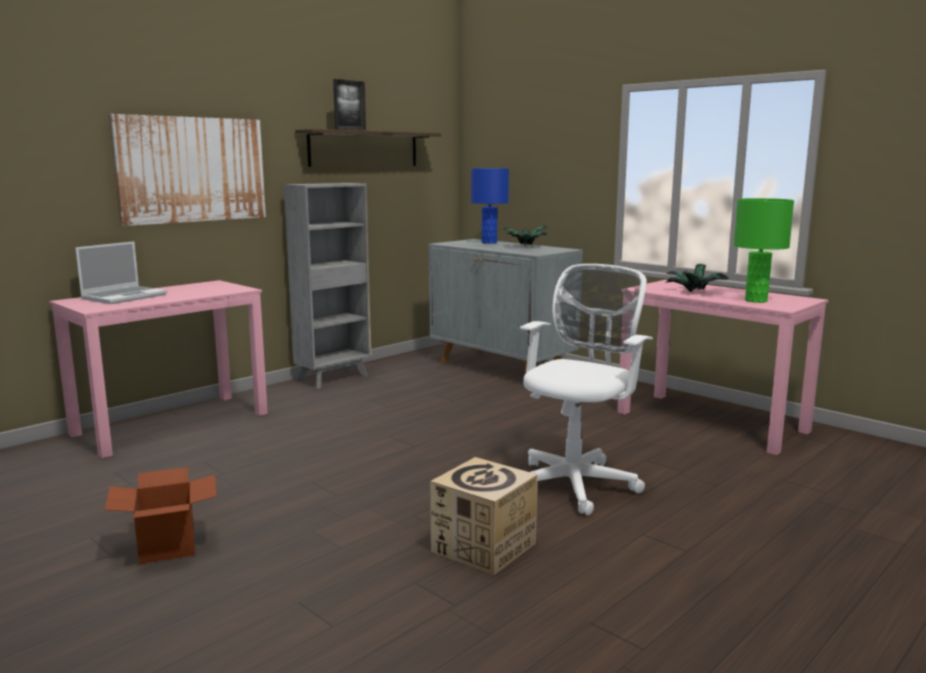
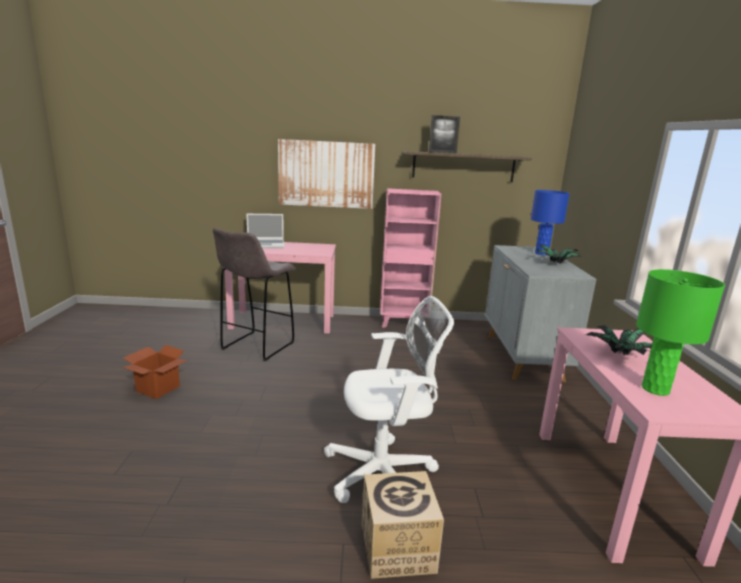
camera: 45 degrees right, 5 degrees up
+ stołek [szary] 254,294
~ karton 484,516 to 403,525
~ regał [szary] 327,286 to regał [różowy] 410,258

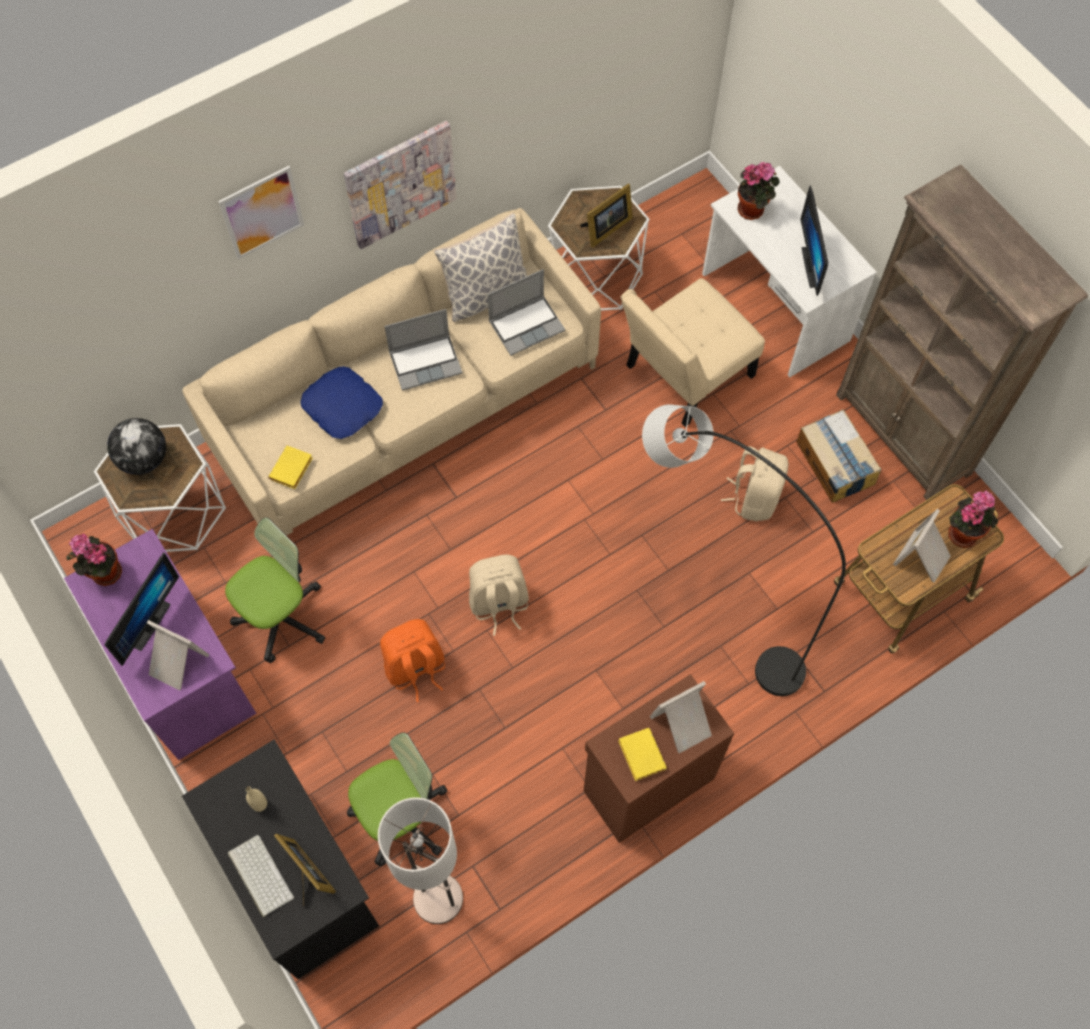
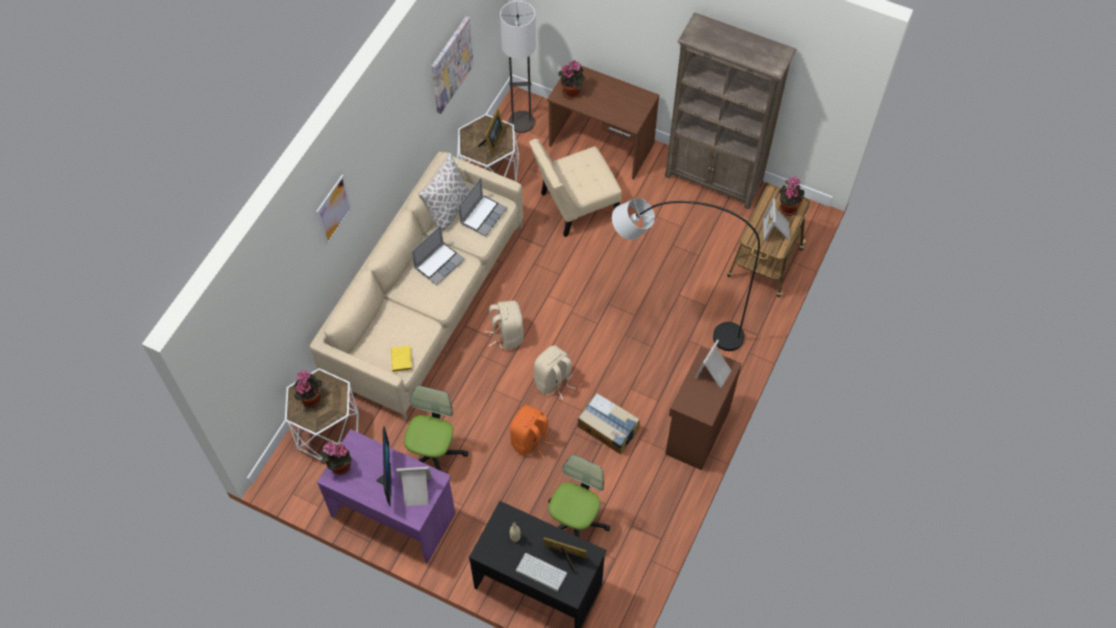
camera: 30 degrees left, 5 degrees down
~ globus 136,446 to roślina doniczkowa 308,389
~ obraz 400,185 to 452,65
~ plecak [beżowy] 754,483 to 504,325
~ lampa stojąca 420,860 to 518,67
~ krzesło [beżowy] 692,352 = 575,188 45 degrees clockwise
~ biurko [biały] 789,271 to biurko [brązowy] 603,122
~ karton 839,456 to 609,423
- poduszka [niebieski] 341,403
- książka [żółty] 642,754
- monitor 814,240

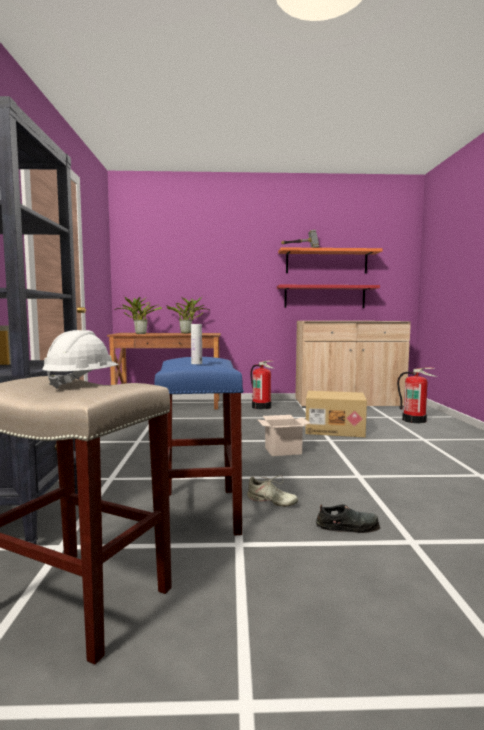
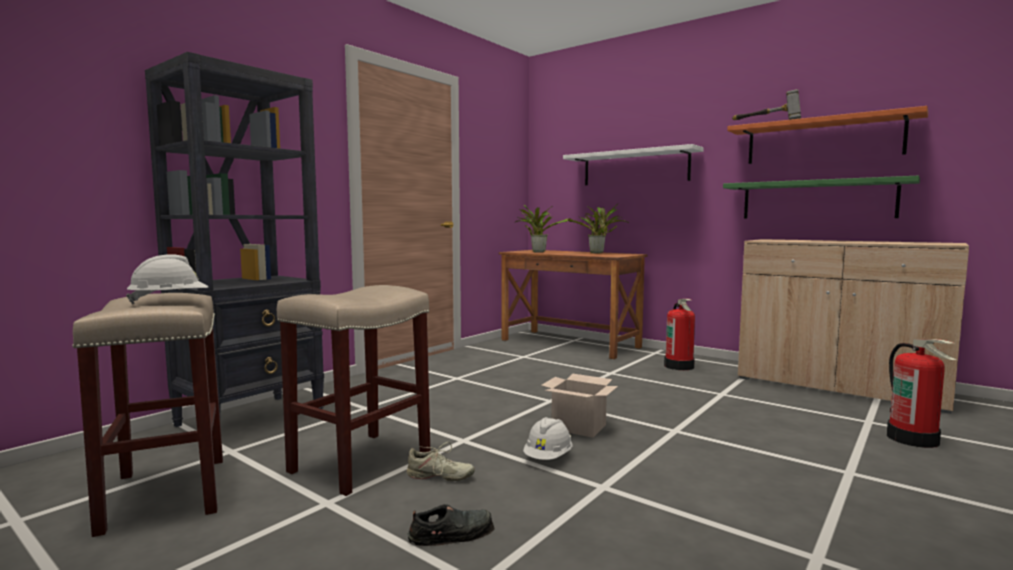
camera: 40 degrees right, 0 degrees up
~ stołek [niebieski] 199,446 to stołek [beżowy] 353,390
~ but [beżowy] 272,491 = 441,461 60 degrees counterclockwise
~ but [czarny] 348,518 = 451,525 60 degrees counterclockwise
+ kask [biały] 548,438
+ półka [biały] 633,164
~ półka [czerwony] 328,296 to półka [zielony] 821,197
- butelka [biały] 196,344
- karton 336,414

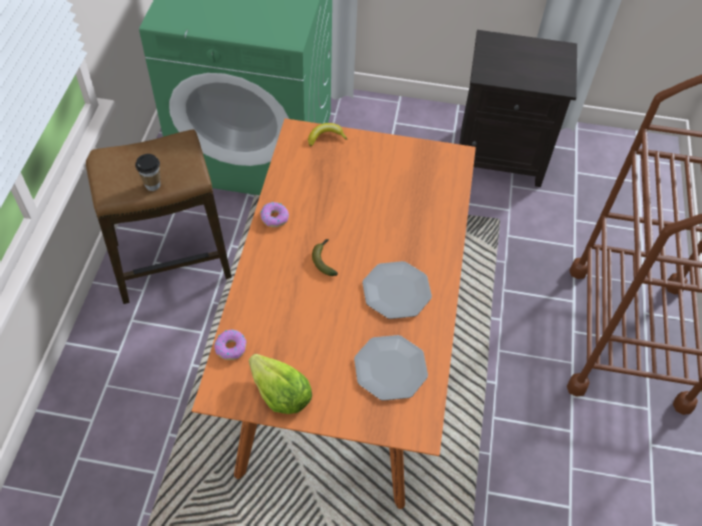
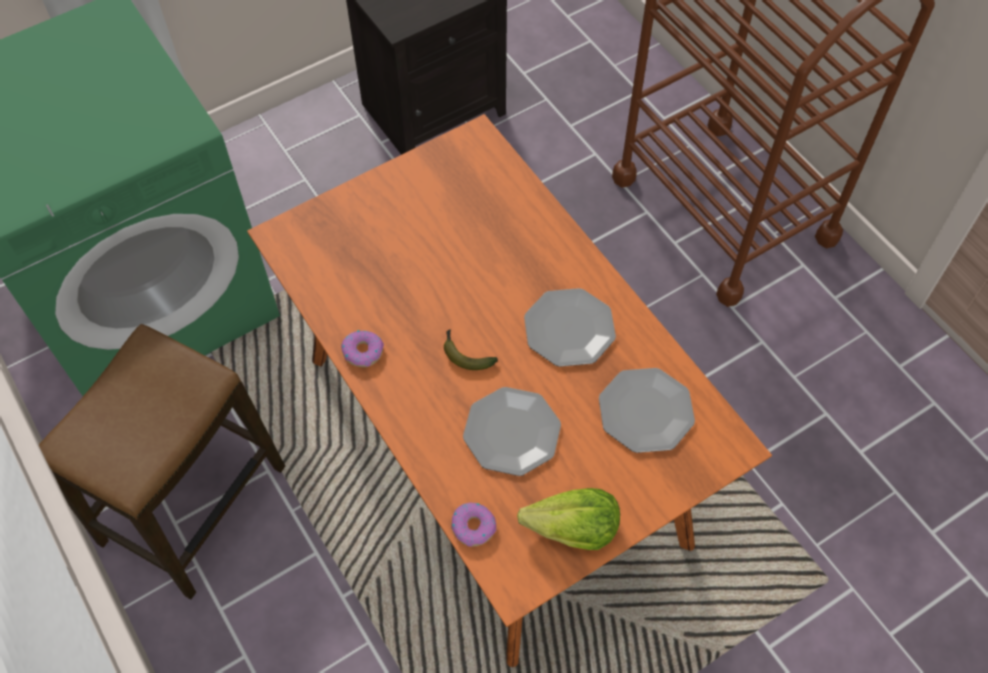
camera: 40 degrees left, 5 degrees up
+ talerz 512,431
- filiżanka 147,172
- banan 327,134

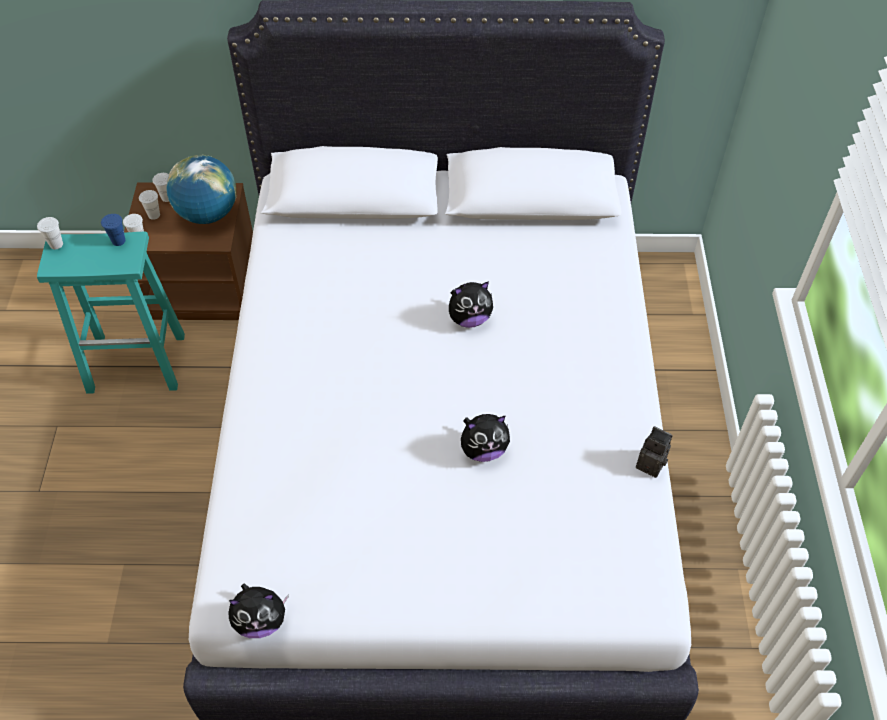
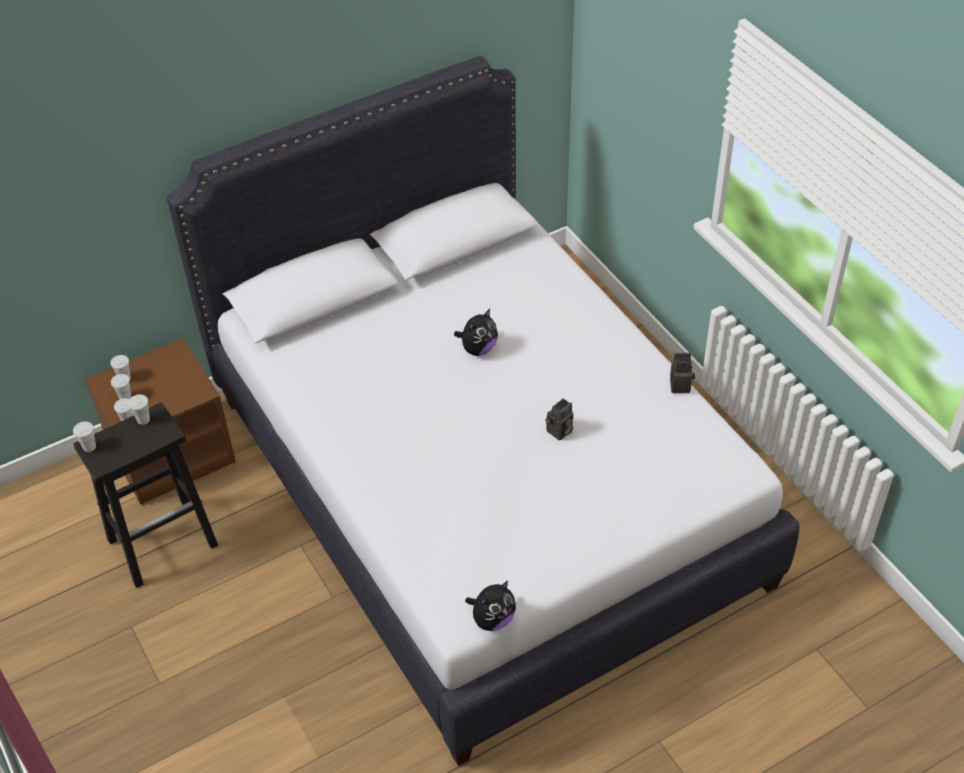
camera: 30 degrees left, 5 degrees down
~ stołek [turkusowy] 111,313 to stołek [czarny] 145,495
~ filiżanka [niebieski] 113,230 to filiżanka [biały] 139,409
~ pluszak 485,438 to aparat fotograficzny 559,419
- globus 202,189

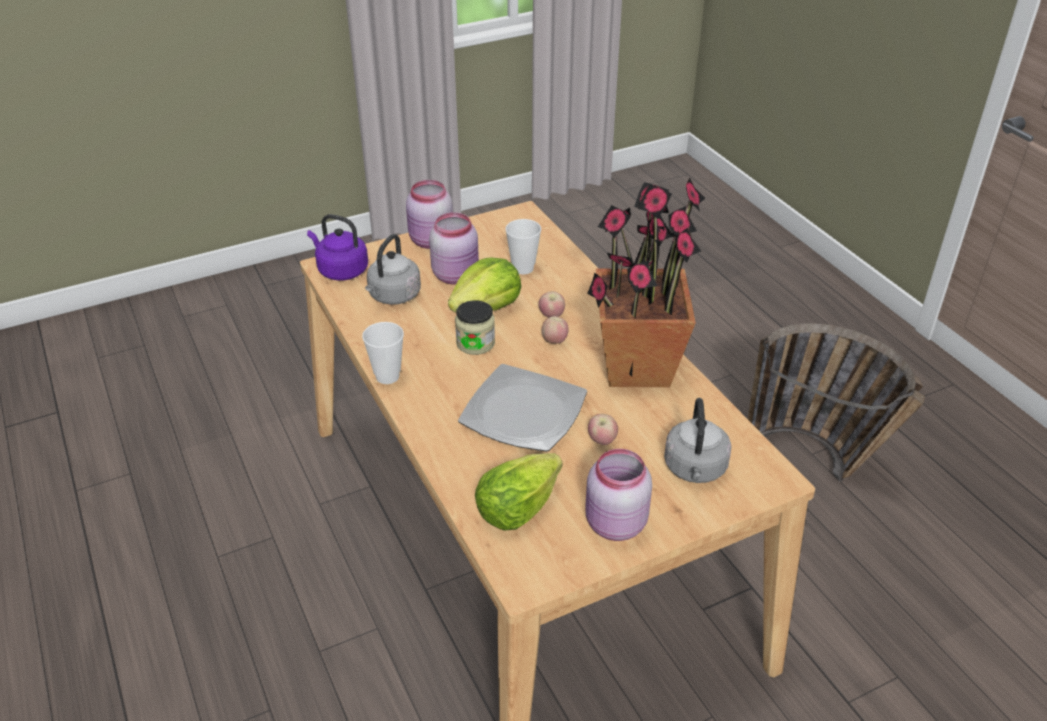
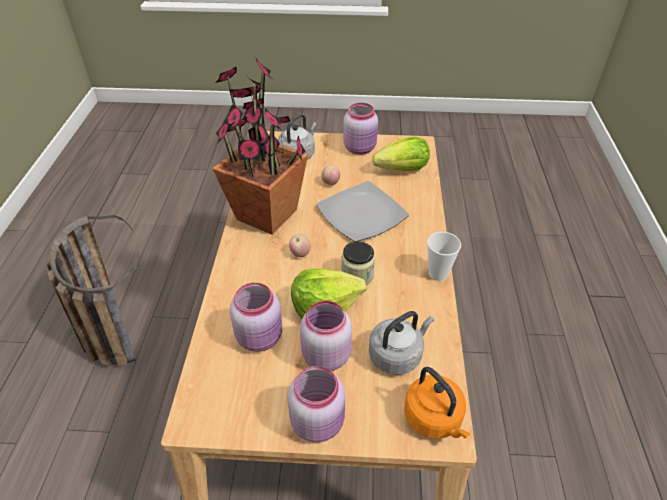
camera: 150 degrees left, 5 degrees up
~ filiżanka 523,246 to słoik [różowy] 256,317
~ czajnik [fioletowy] 337,247 to czajnik [pomarańczowy] 437,403
- jabłko 551,304

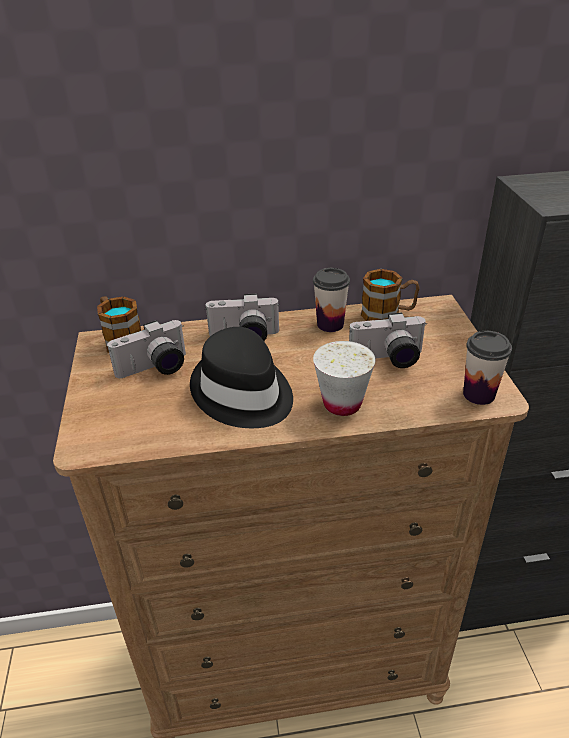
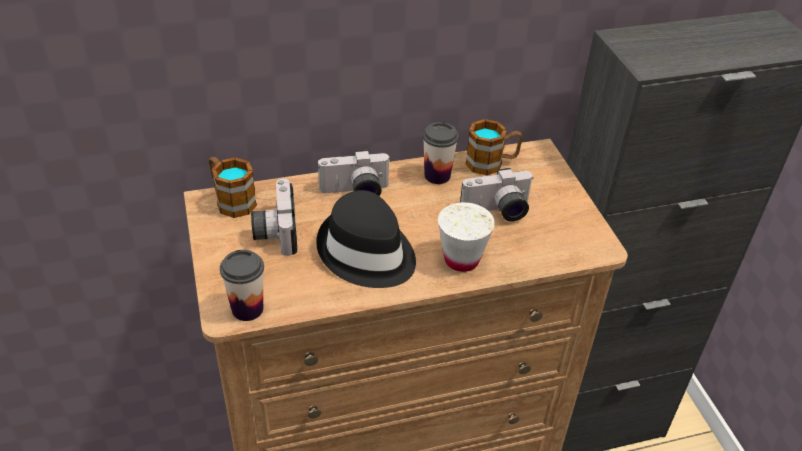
camera: 10 degrees left, 5 degrees up
~ filiżanka 487,368 to 242,285
~ aparat fotograficzny 146,349 = 274,217 120 degrees clockwise

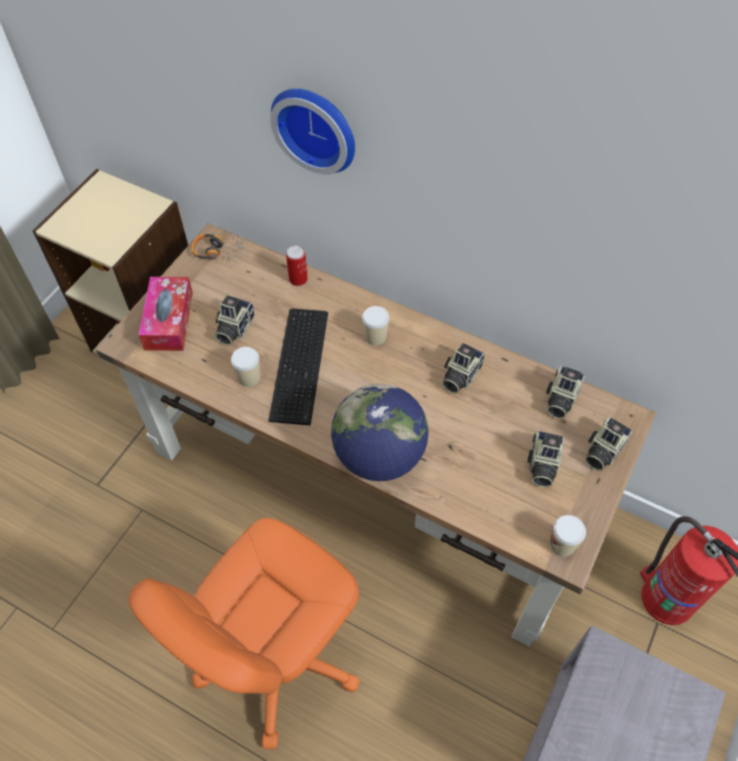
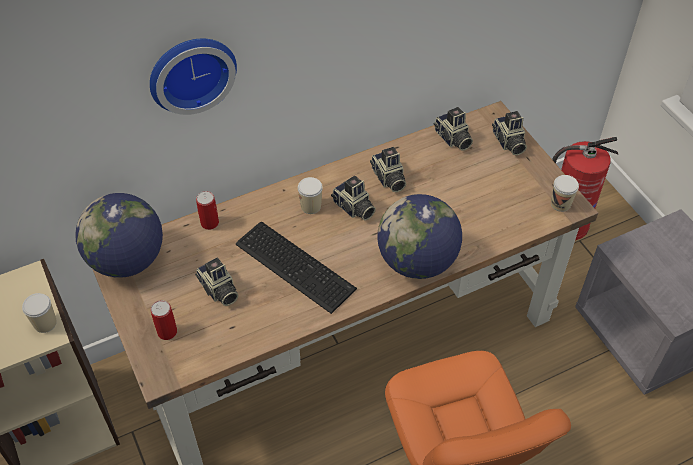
camera: 55 degrees left, 5 degrees down
~ filiżanka 245,367 to 39,313
~ słuchawki 218,250 to globus 119,235
~ pudełko chusteczek 166,314 to puszka 164,320
~ aparat fotograficzny 545,459 to 353,197

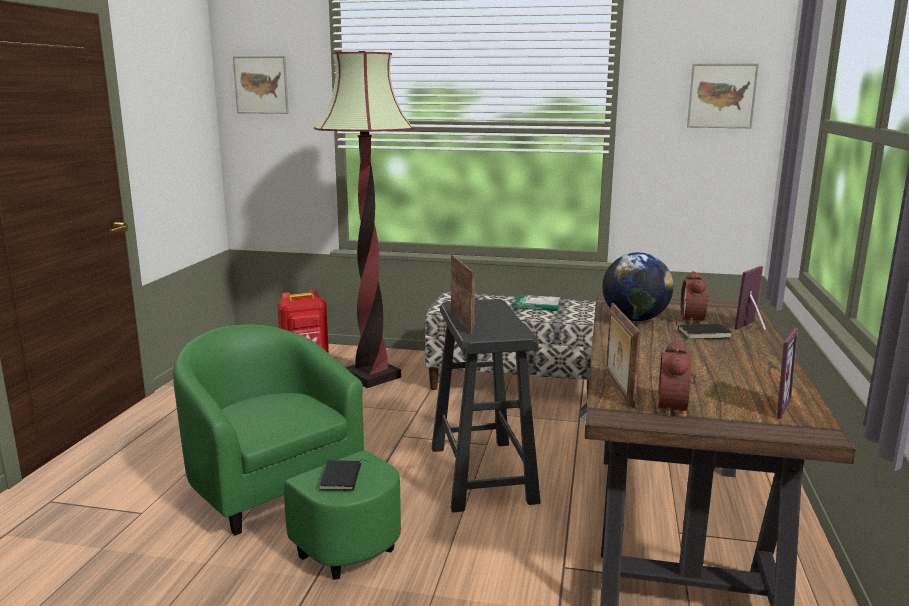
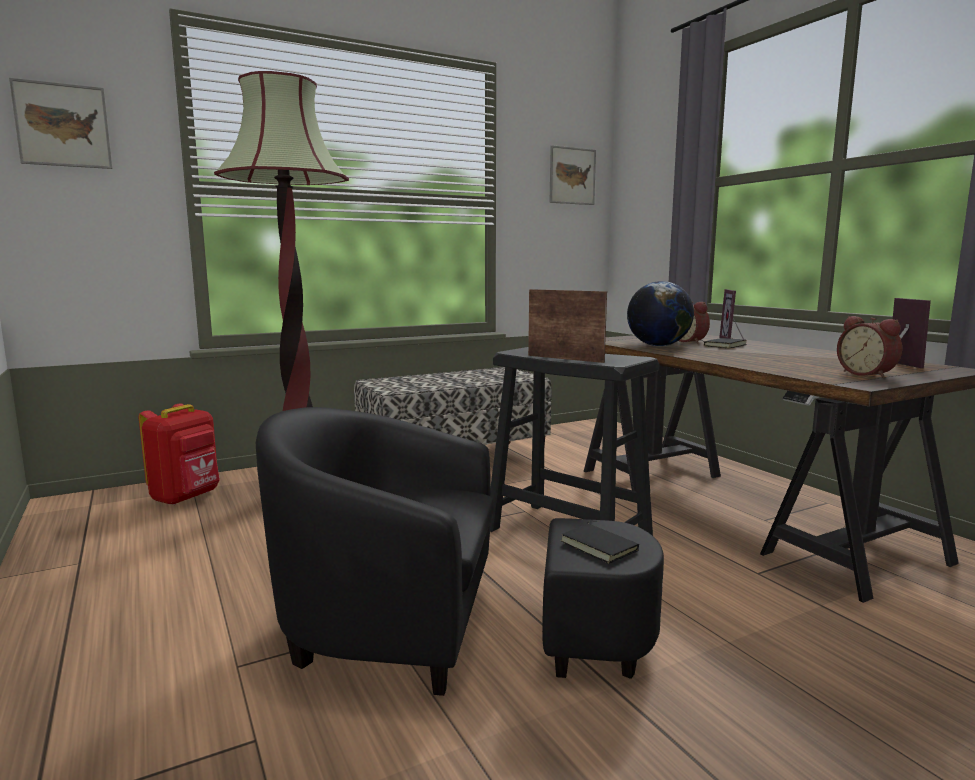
camera: 40 degrees left, 5 degrees down
~ fotel [zielony] 287,452 to fotel [czarny] 460,551
- książka 538,303
- ramka na zdjęcie 623,355

